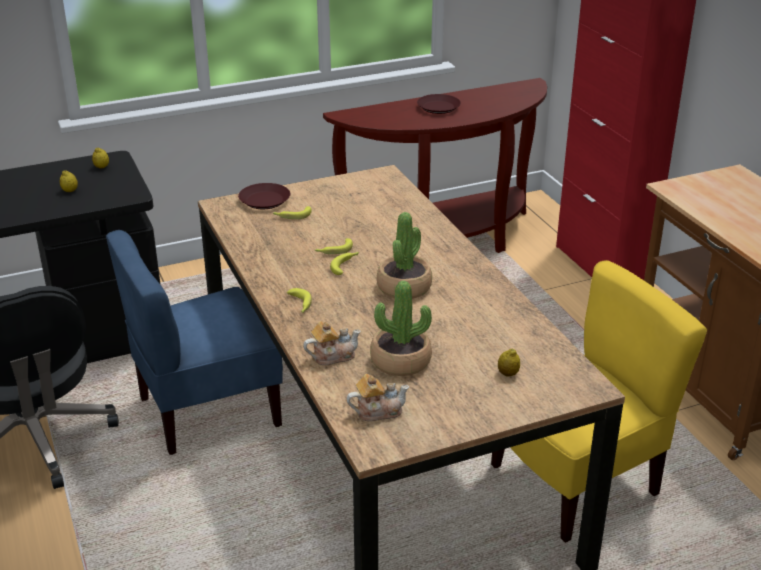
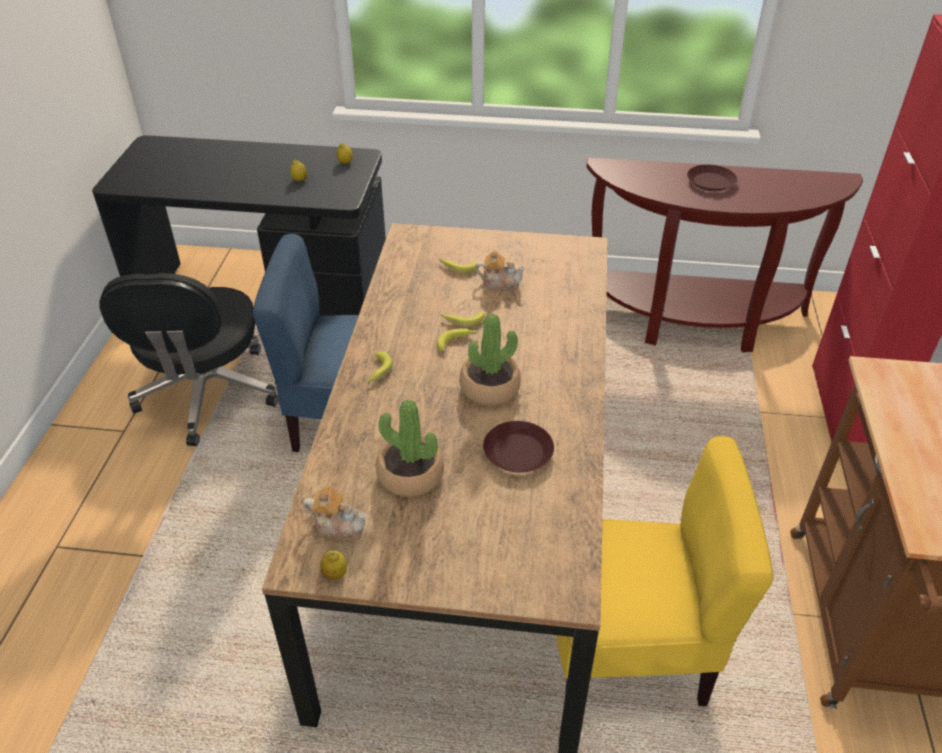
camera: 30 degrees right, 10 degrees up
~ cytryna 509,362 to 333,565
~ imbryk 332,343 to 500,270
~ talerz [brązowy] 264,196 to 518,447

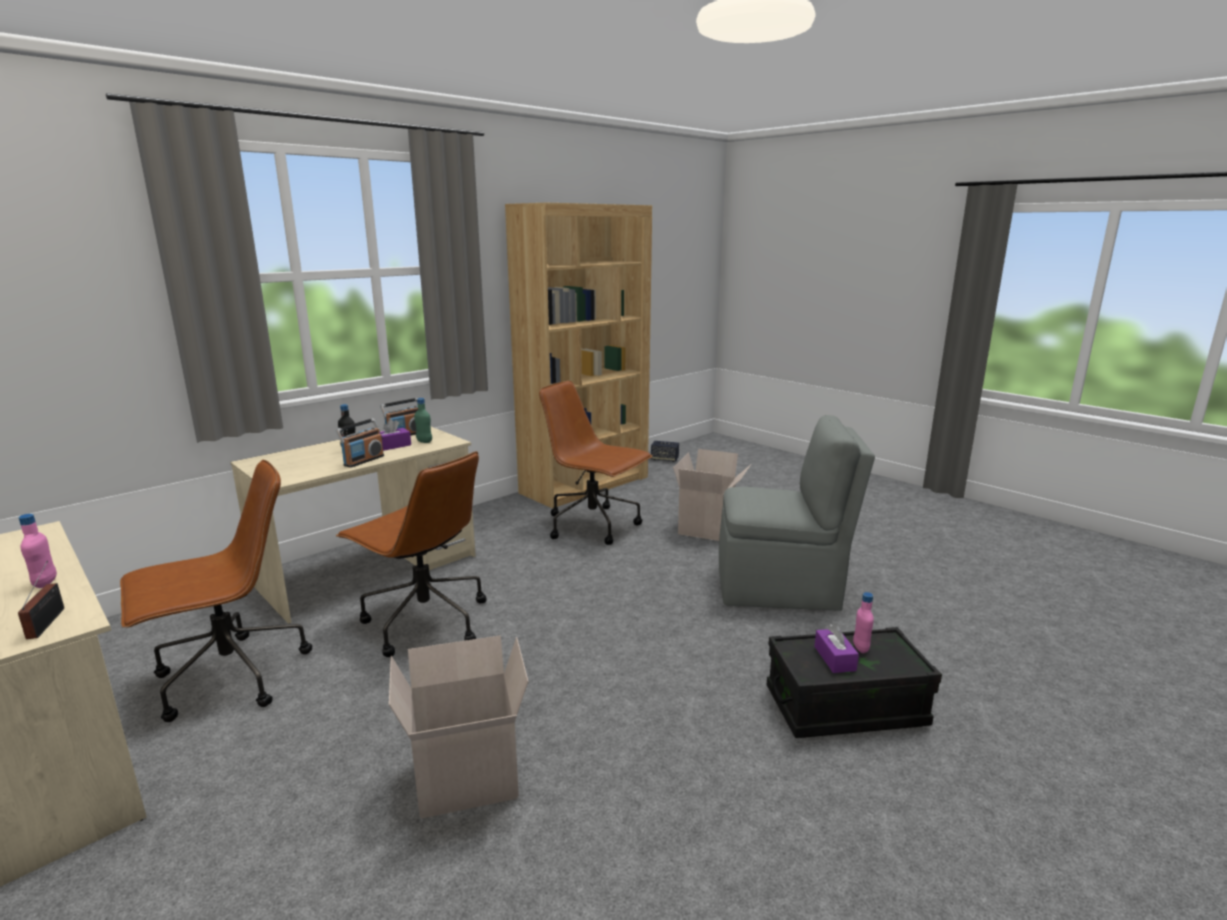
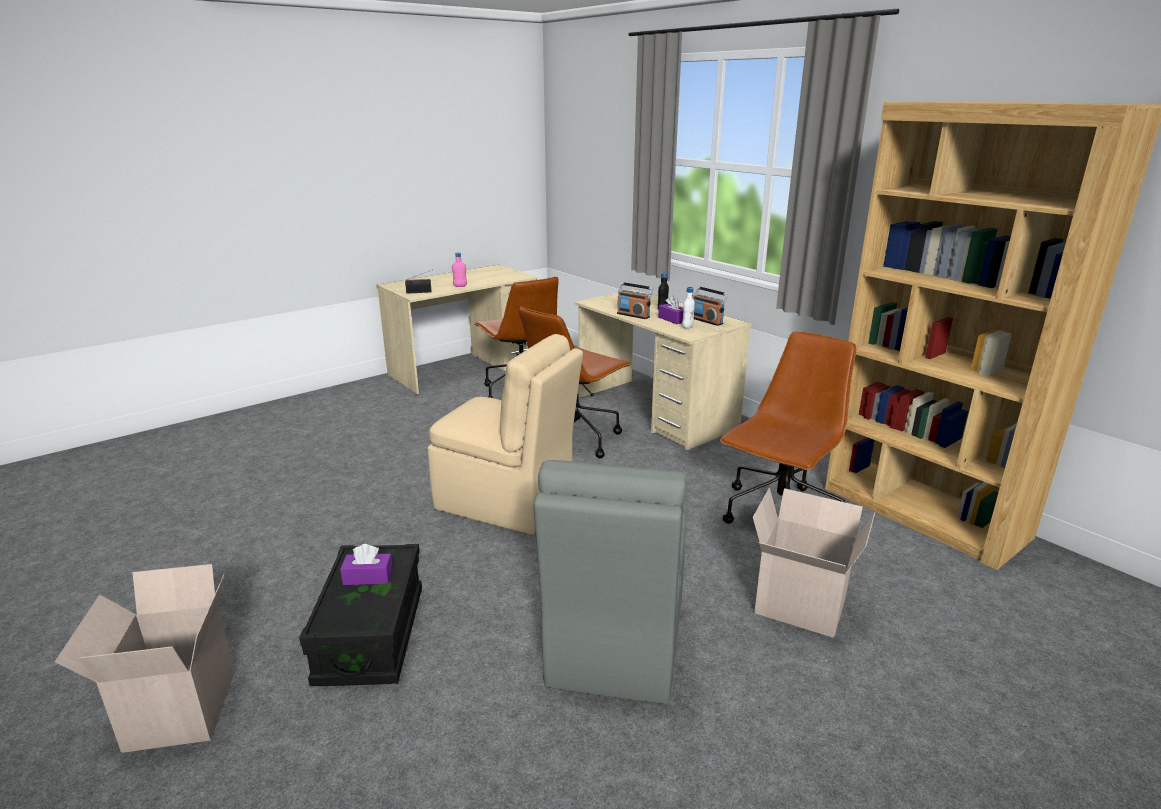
camera: 95 degrees right, 5 degrees up
~ karton 459,727 to 145,658
+ krzesło [beżowy] 505,434
~ butelka [zielony] 423,420 to butelka [biały] 688,308
- głośnik 665,451
- butelka [różowy] 863,622

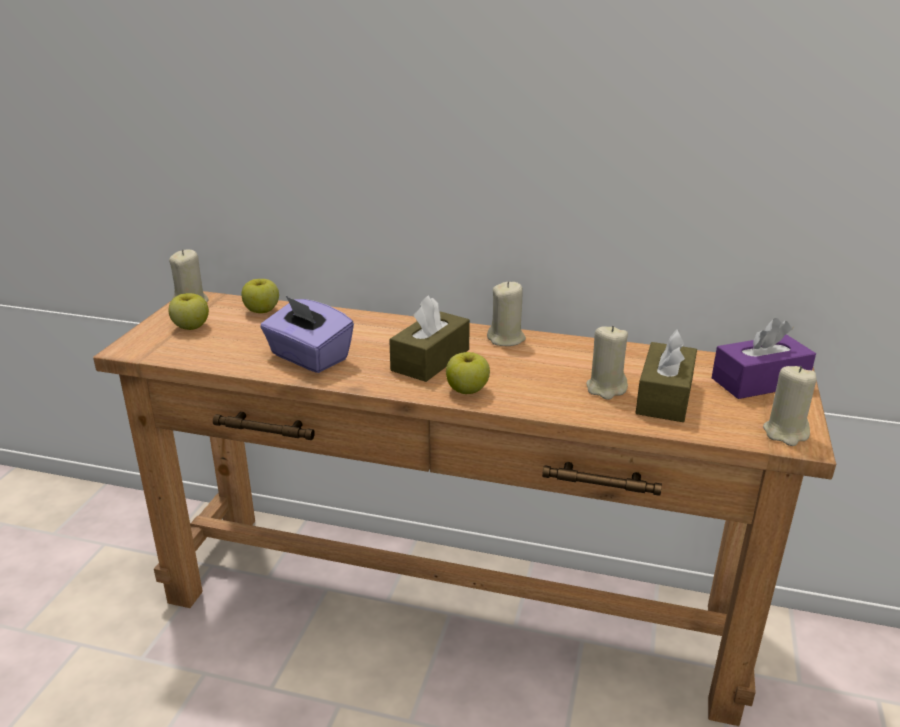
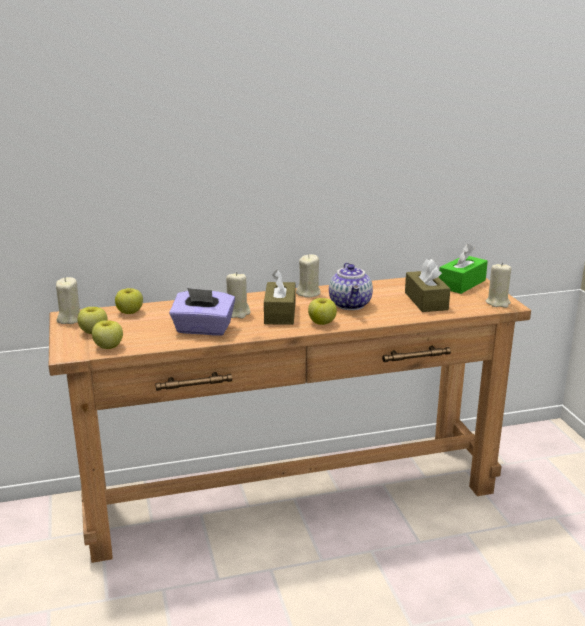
camera: 30 degrees left, 5 degrees down
+ jabłko 107,334
~ świeca [beżowy] 607,362 to 238,295
+ imbryk 351,286
~ pudełko chusteczek [fioletowy] 764,358 to pudełko chusteczek [zielony] 463,269

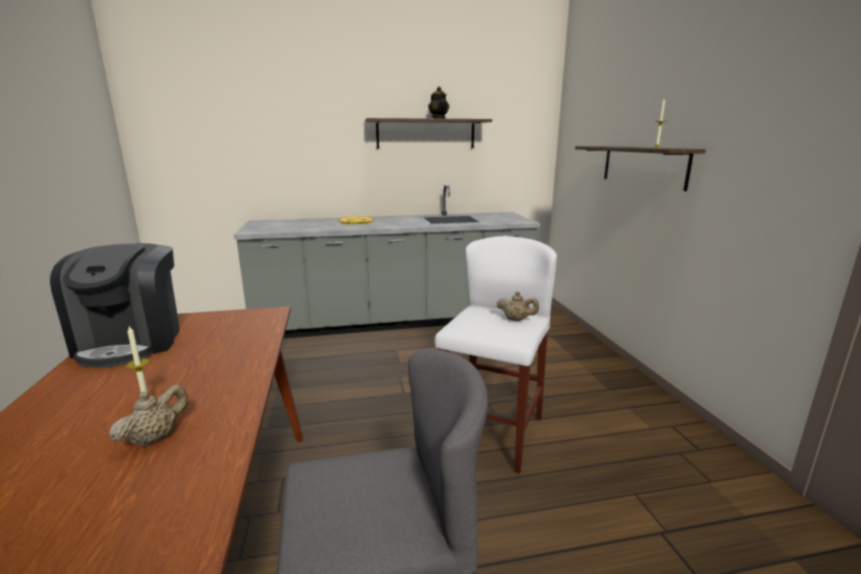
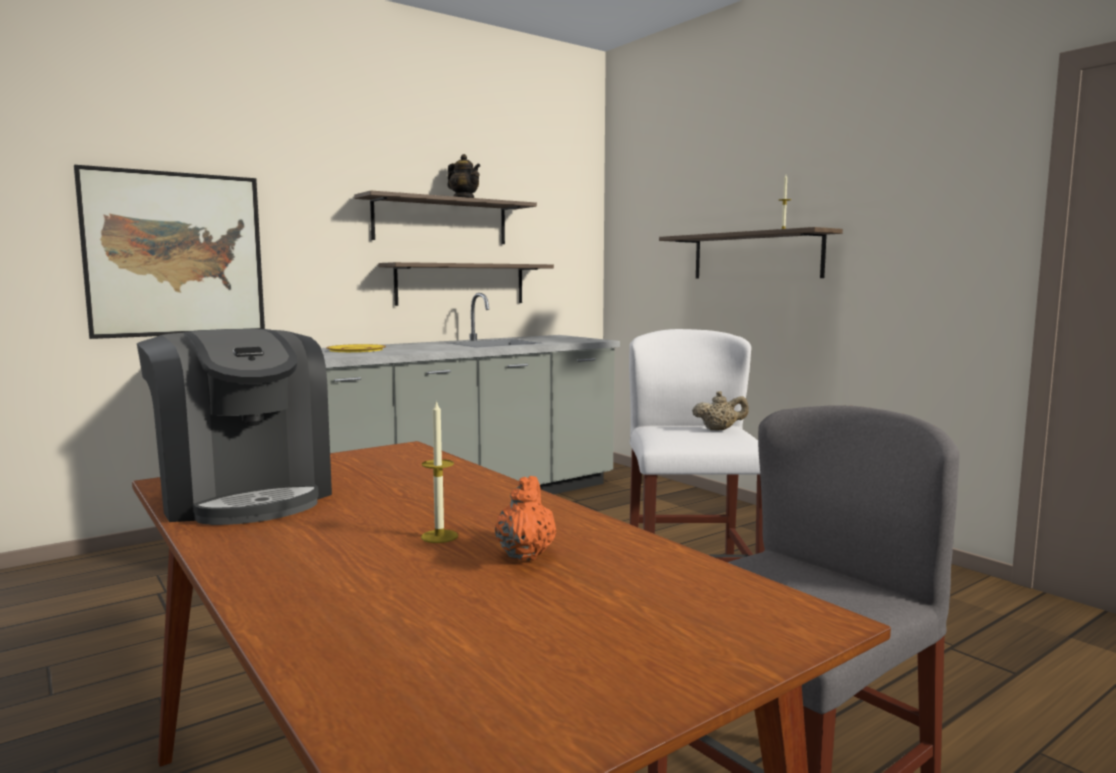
camera: 25 degrees left, 10 degrees down
+ obraz 169,252
+ półka 466,284
~ imbryk [beżowy] 149,416 to imbryk [pomarańczowy] 525,518

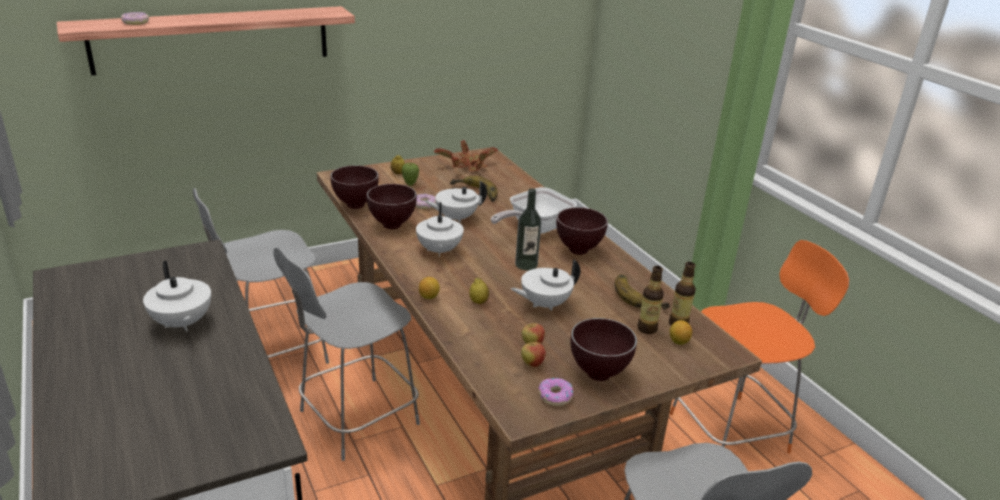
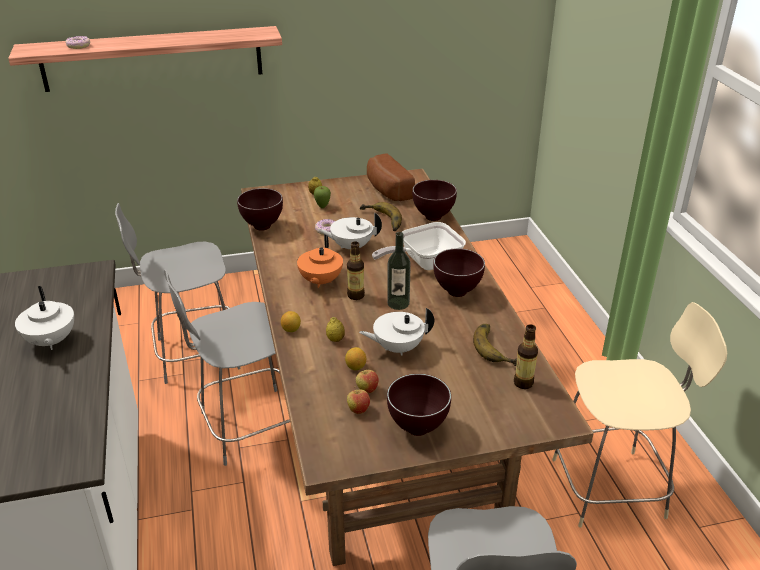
camera: 15 degrees right, 5 degrees up
~ imbryk [biały] 440,229 to imbryk [pomarańczowy] 320,261
~ cytryna 681,332 to 355,358
~ butelka 650,300 to 356,270
~ roślina doniczkowa 466,155 to chleb 391,177
~ miska [brązowy] 392,206 to 434,200
~ krzesło [pomarańczowy] 759,347 to krzesło [beżowy] 639,414
- donut 556,392

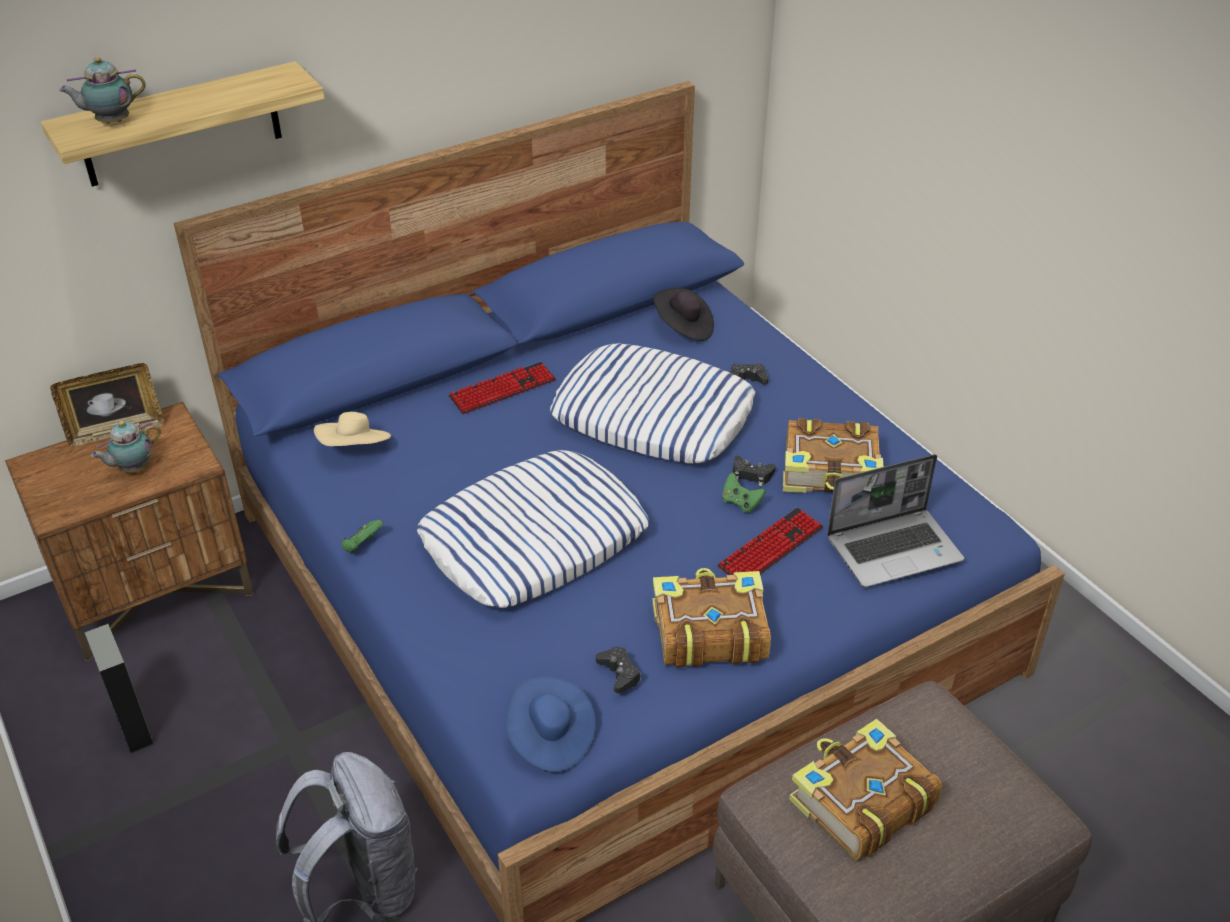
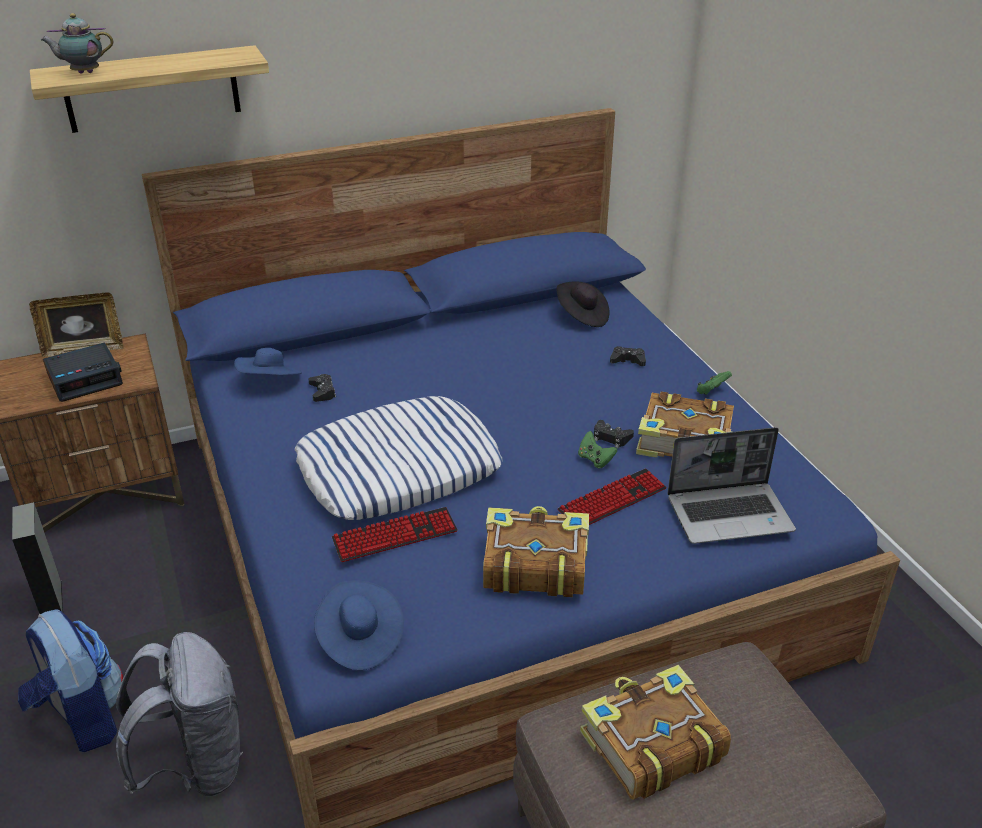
camera: 10 degrees right, 5 degrees down
+ plecak 70,681
~ imbryk 126,447 to budzik 83,372
~ kapelusz [beżowy] 352,429 to kapelusz [niebieski] 268,361
~ pad do gier [czarny] 618,670 to 322,388
~ klawiatura 502,388 to 395,534
~ pad do gier [zielony] 362,535 to 714,383
- poduszka 652,403

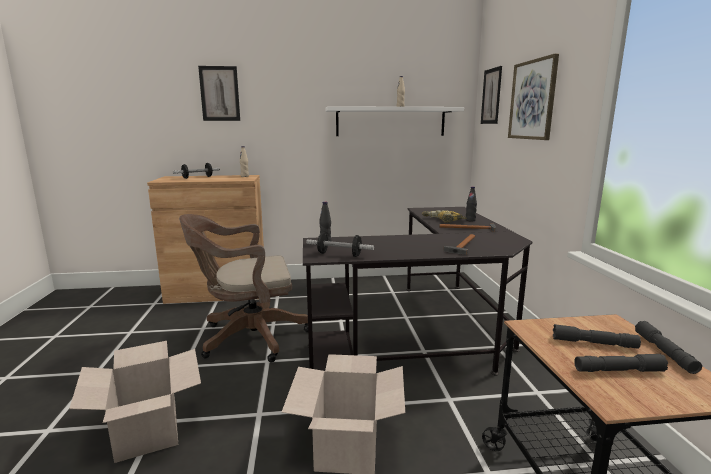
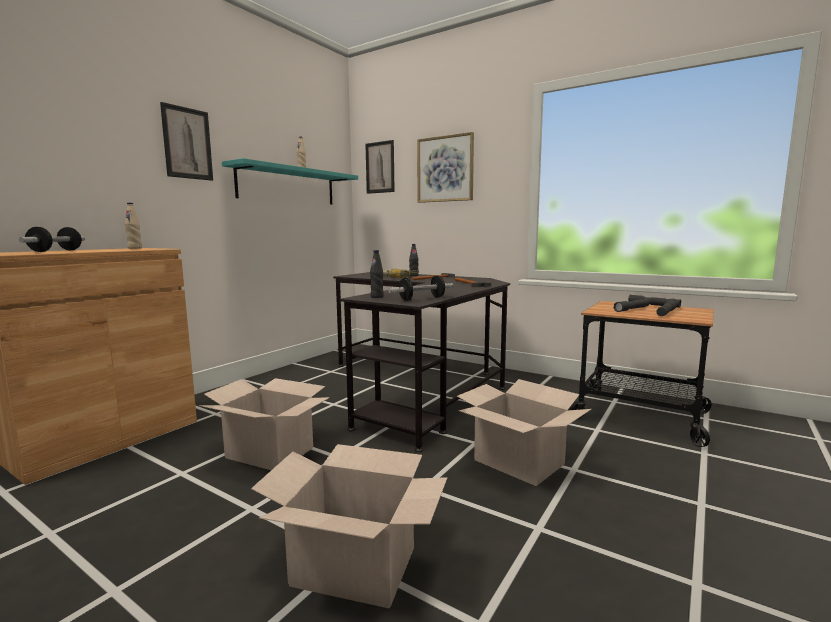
camera: 50 degrees left, 5 degrees down
~ obraz 219,93 to 186,141
~ krzesło biurowe [brązowy] 243,288 to karton 264,424
~ półka [biały] 395,121 to półka [turkusowy] 290,181

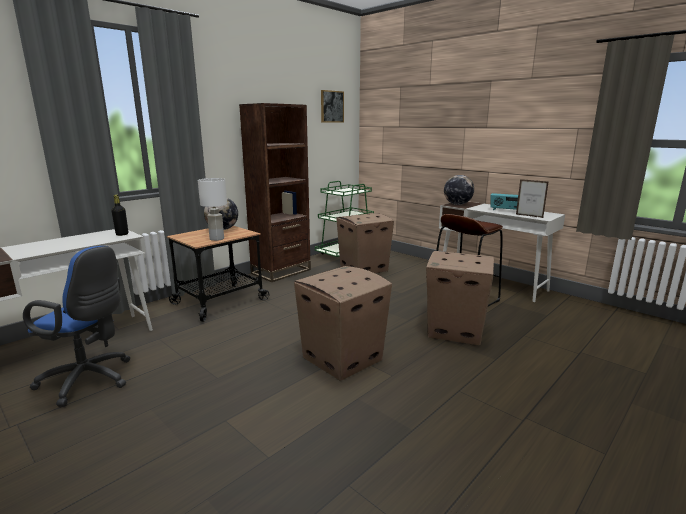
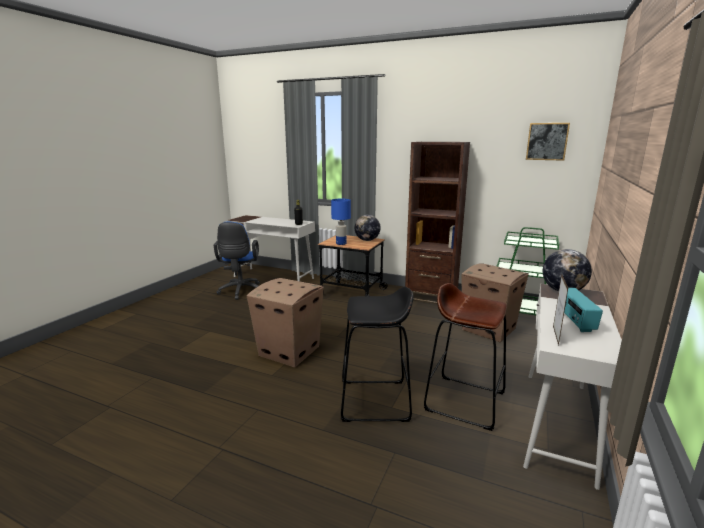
camera: 70 degrees right, 0 degrees up
~ lampa stołowa [biały] 212,209 to lampa stołowa [niebieski] 341,222
~ karton 460,298 to stołek [czarny] 377,354

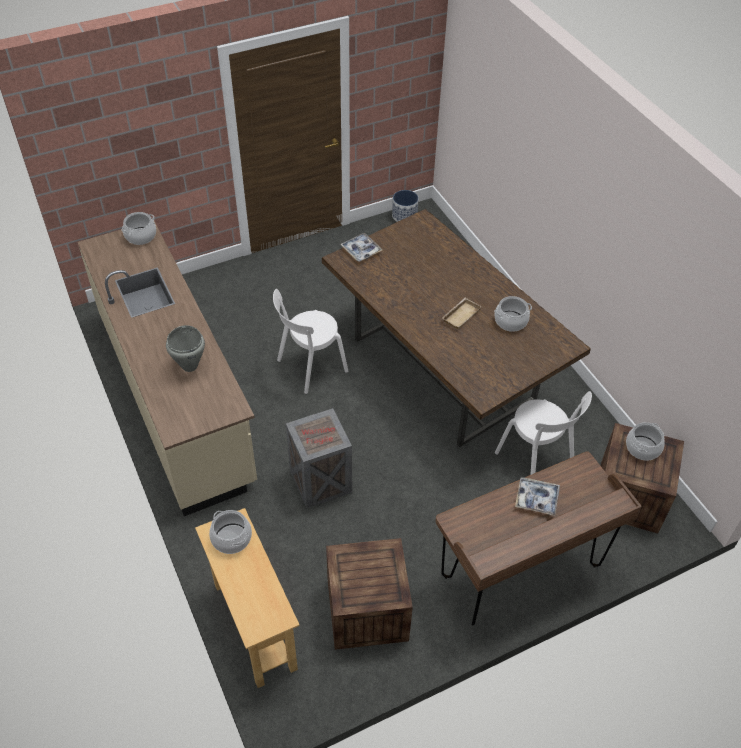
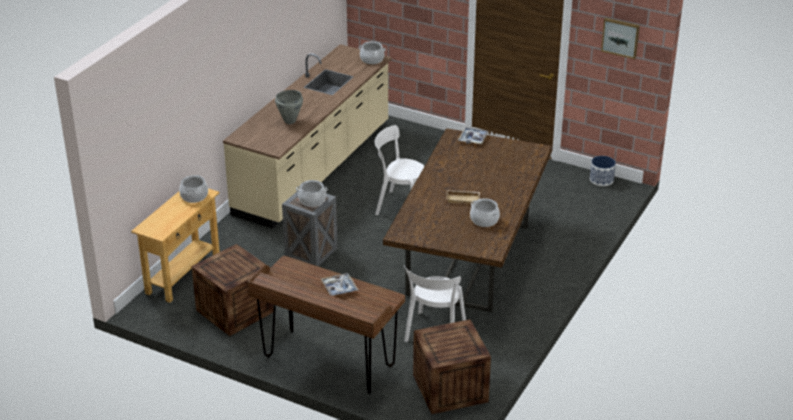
camera: 55 degrees right, 15 degrees down
~ garnek 645,441 to 312,193
+ obraz 620,38

